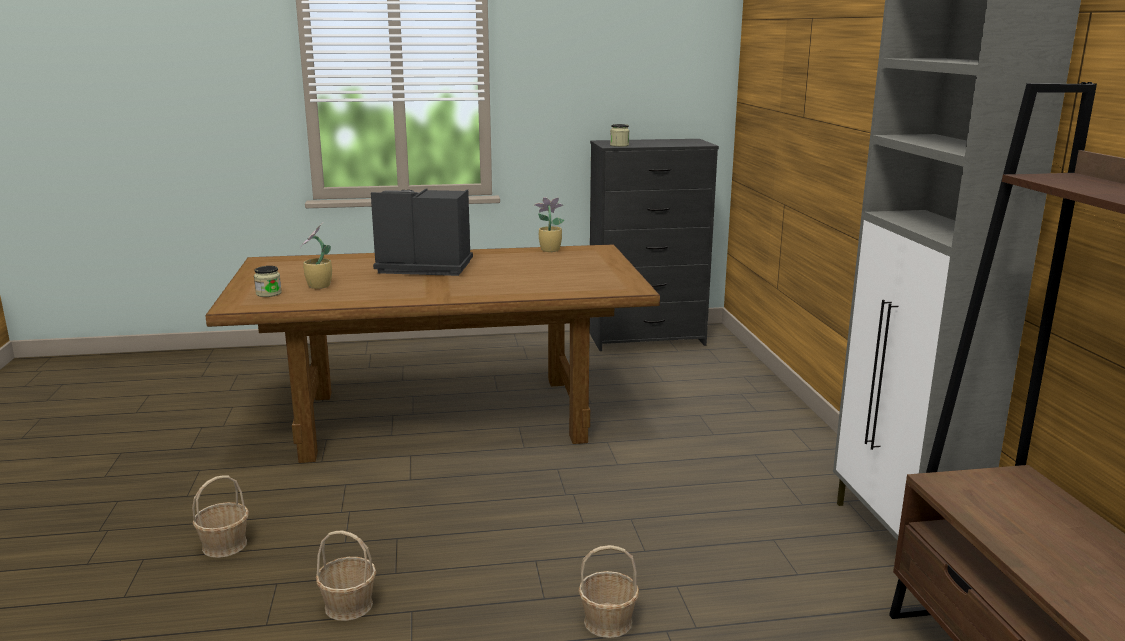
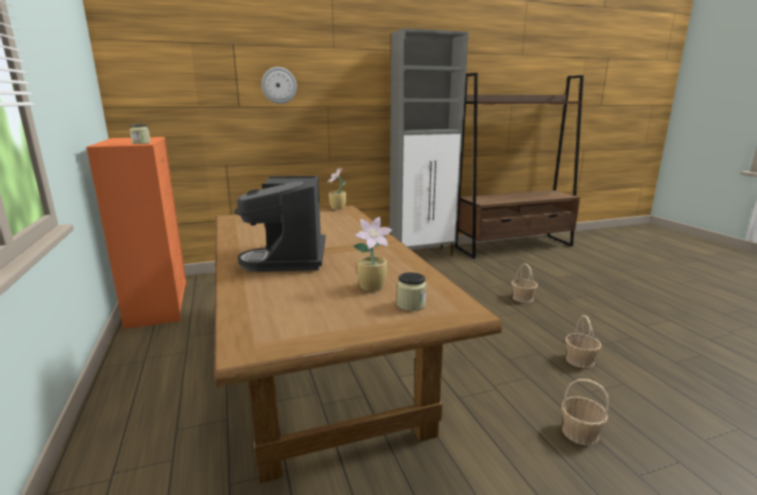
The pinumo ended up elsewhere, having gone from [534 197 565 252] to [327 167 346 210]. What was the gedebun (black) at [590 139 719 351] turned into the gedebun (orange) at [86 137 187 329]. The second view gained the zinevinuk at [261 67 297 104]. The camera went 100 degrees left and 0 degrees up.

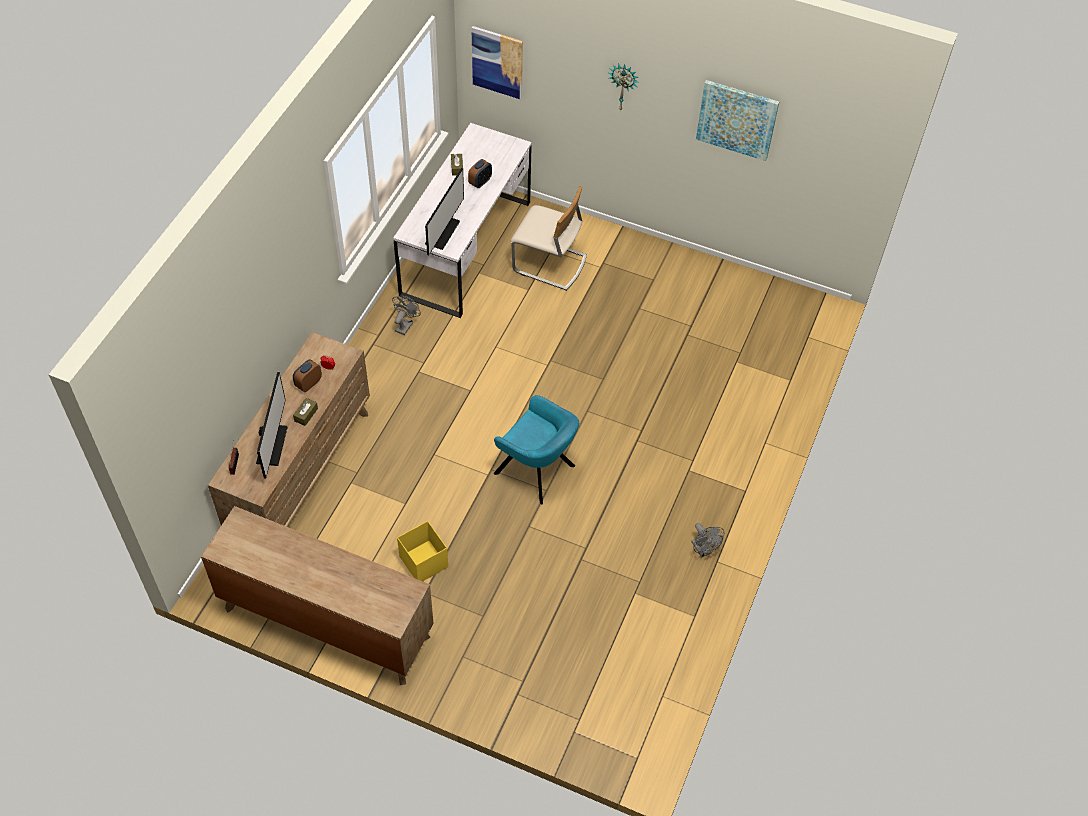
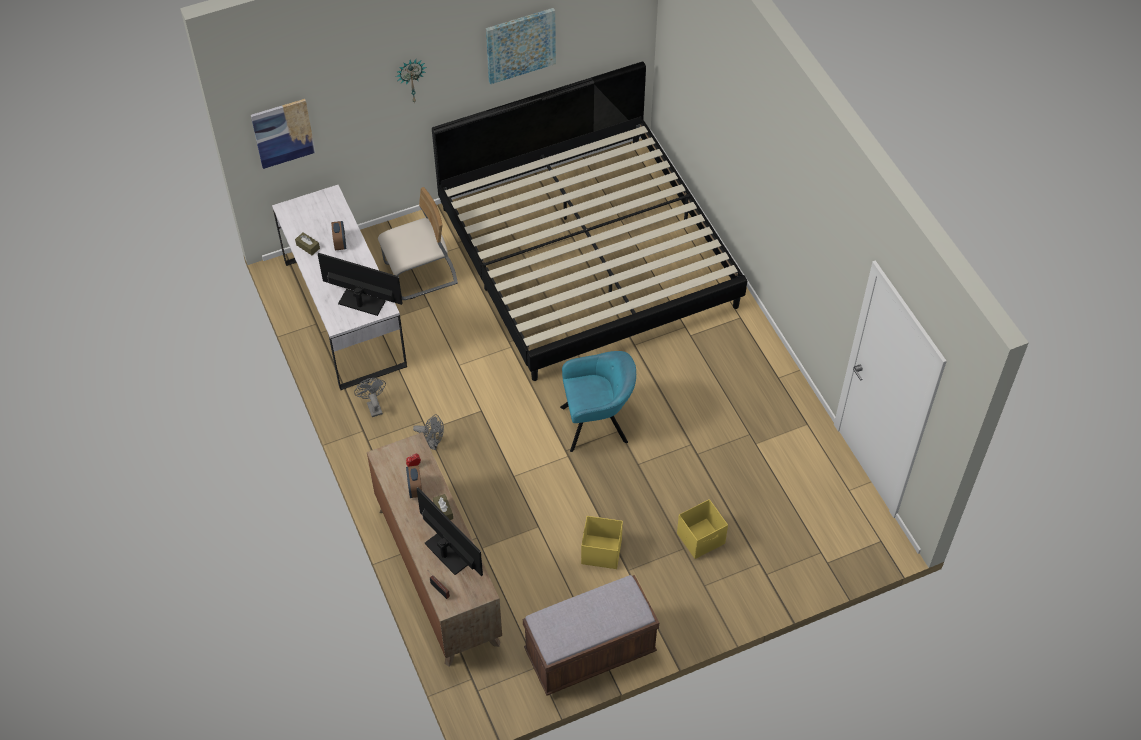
Where the gedebun (brown) stood at [201 506 433 685], the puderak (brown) came to stand at [523 575 659 696]. The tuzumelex at [425 168 464 255] ended up facing another way, 45 degrees counterclockwise from before. The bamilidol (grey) ended up elsewhere, having gone from [691 523 724 558] to [413 414 444 450]. The second view gained the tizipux at [432 61 747 381]. The second view gained the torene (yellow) at [677 499 728 559]. The camera went 45 degrees left and 0 degrees up.

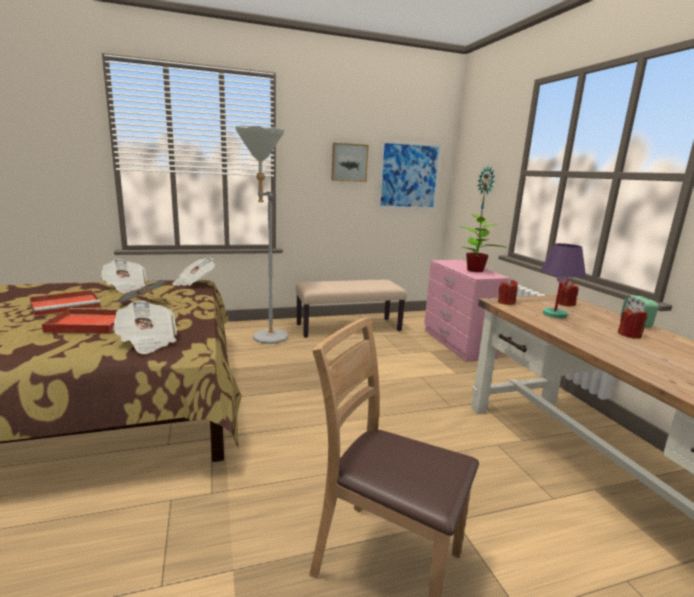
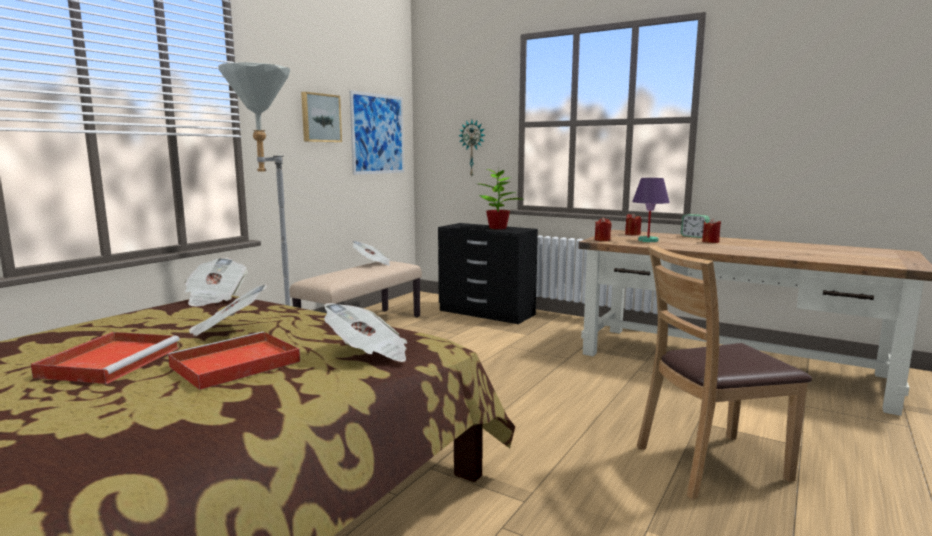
The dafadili ended up elsewhere, having gone from [101 259 147 293] to [352 241 390 266]. What was the gedebun (pink) at [424 260 510 362] turned into the gedebun (black) at [438 223 538 324]. The camera went 40 degrees left and 5 degrees down.

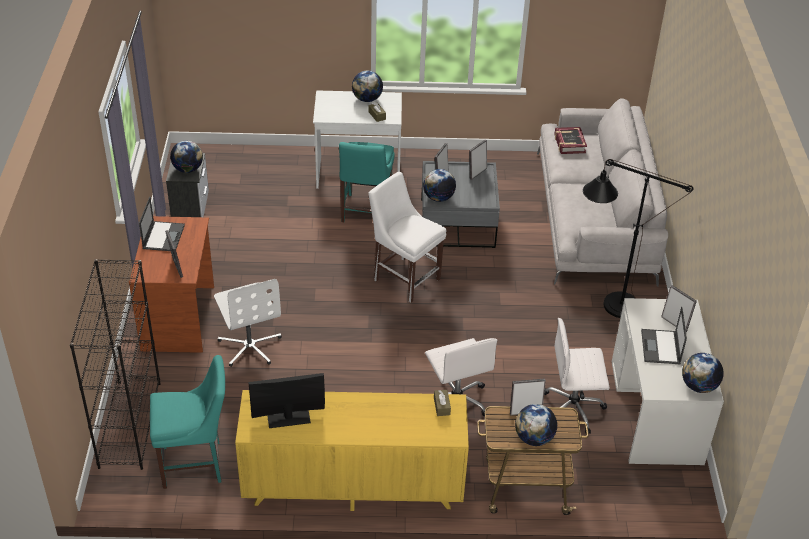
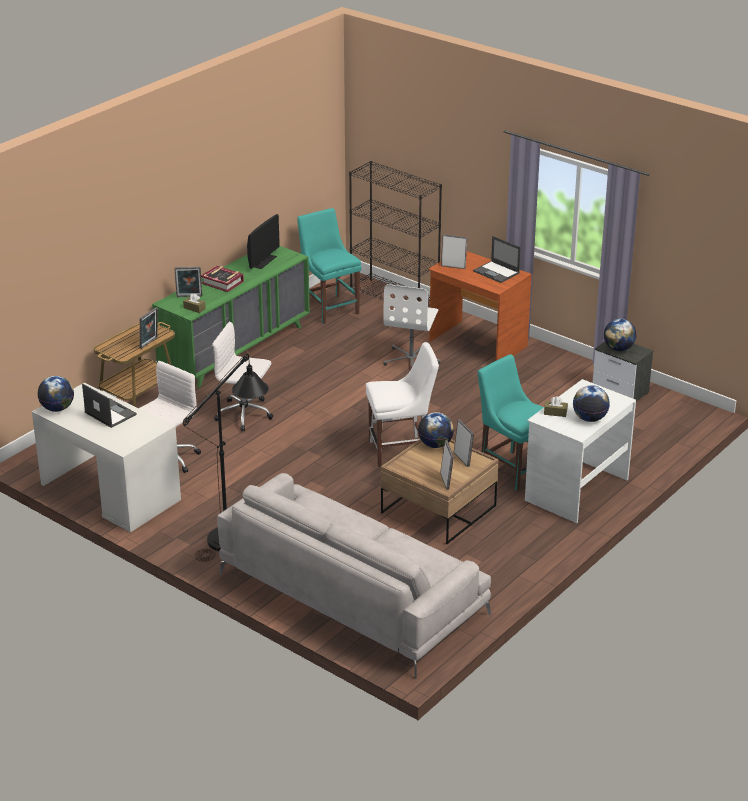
The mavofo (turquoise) at [150 355 225 489] ended up facing another way, 120 degrees clockwise from before. The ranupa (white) at [214 279 282 367] ended up facing another way, 90 degrees counterclockwise from before. What was the gedebun (yellow) at [235 390 469 511] turned into the gedebun (green) at [152 246 310 388]. What was the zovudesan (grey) at [421 161 500 248] turned into the zovudesan (brown) at [381 439 499 544]. The second view lost the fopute at [515 404 557 446]. The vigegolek ended up elsewhere, having gone from [554 127 587 154] to [201 266 244 292]. The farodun ended up elsewhere, having gone from [661 285 697 332] to [174 267 202 297]. The camera went 130 degrees right and 10 degrees down.

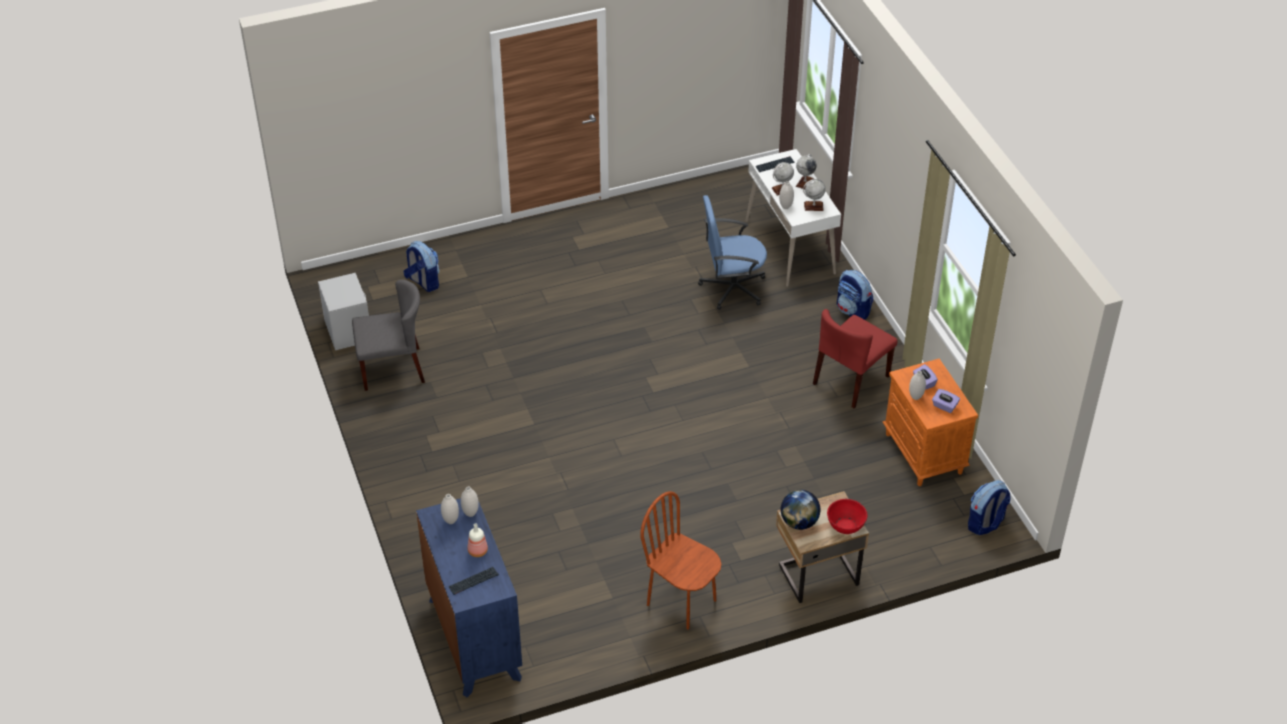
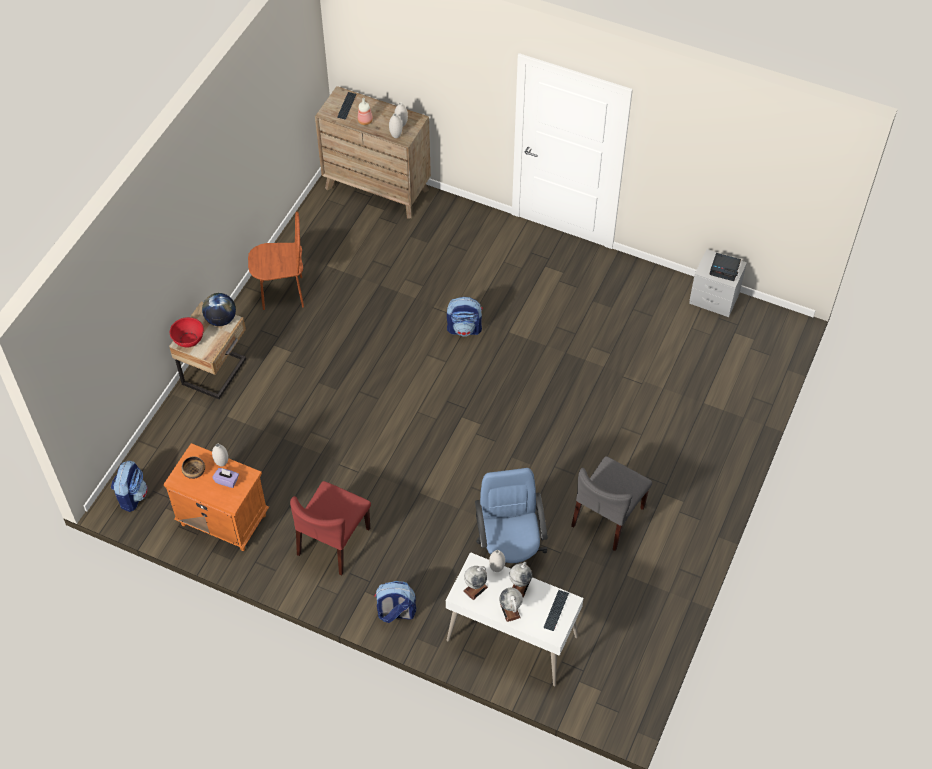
The mavofo (grey) ended up elsewhere, having gone from [352 280 425 391] to [571 456 652 551]. The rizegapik ended up elsewhere, having gone from [403 241 439 292] to [447 297 483 336]. What was the gedebun (blue) at [416 498 522 697] turned into the gedebun (brown) at [315 86 431 219]. The ranupa (blue) at [698 195 767 310] ended up facing another way, 45 degrees counterclockwise from before. The mavofo (red) at [813 309 898 408] ended up facing another way, 150 degrees counterclockwise from before. Where the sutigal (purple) stood at [932 389 960 413], the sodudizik came to stand at [182 456 205 479]. The second view gained the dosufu at [709 253 741 281]. The camera went 135 degrees right and 10 degrees up.

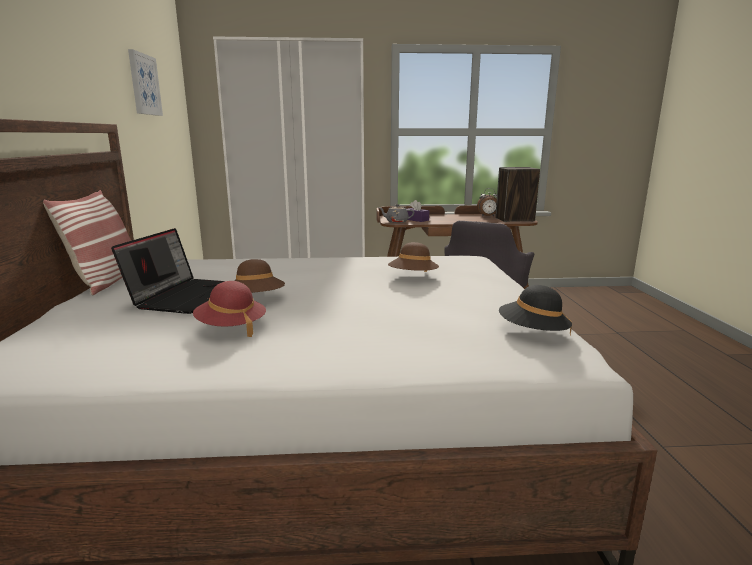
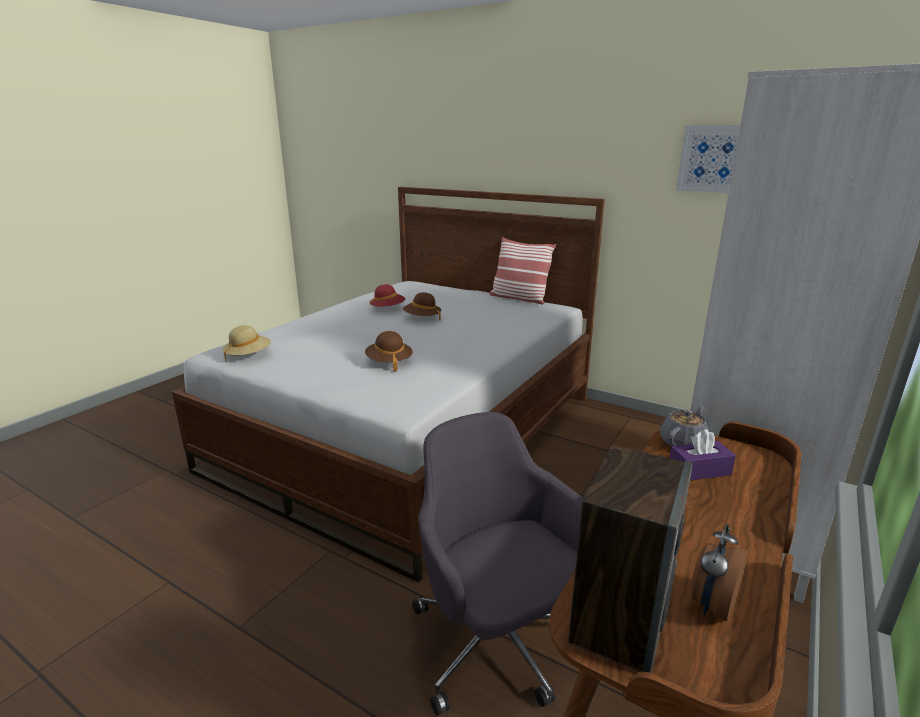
The second view lost the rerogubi at [111 228 225 314]. What was the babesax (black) at [499 285 572 336] turned into the babesax (beige) at [223 325 271 362]. The camera went 125 degrees right and 5 degrees up.

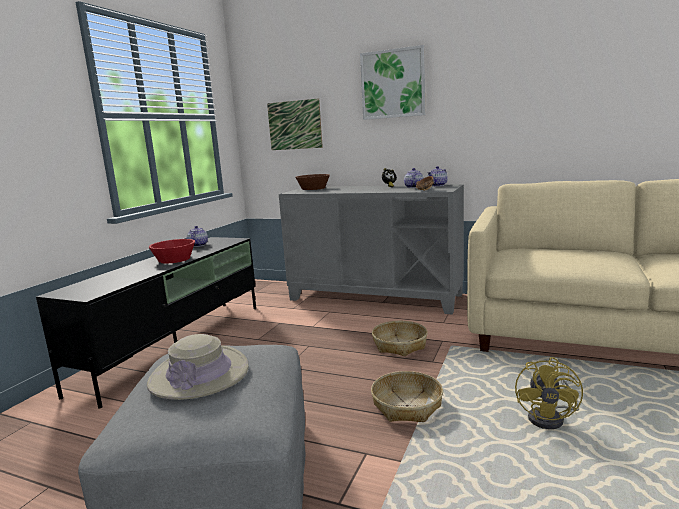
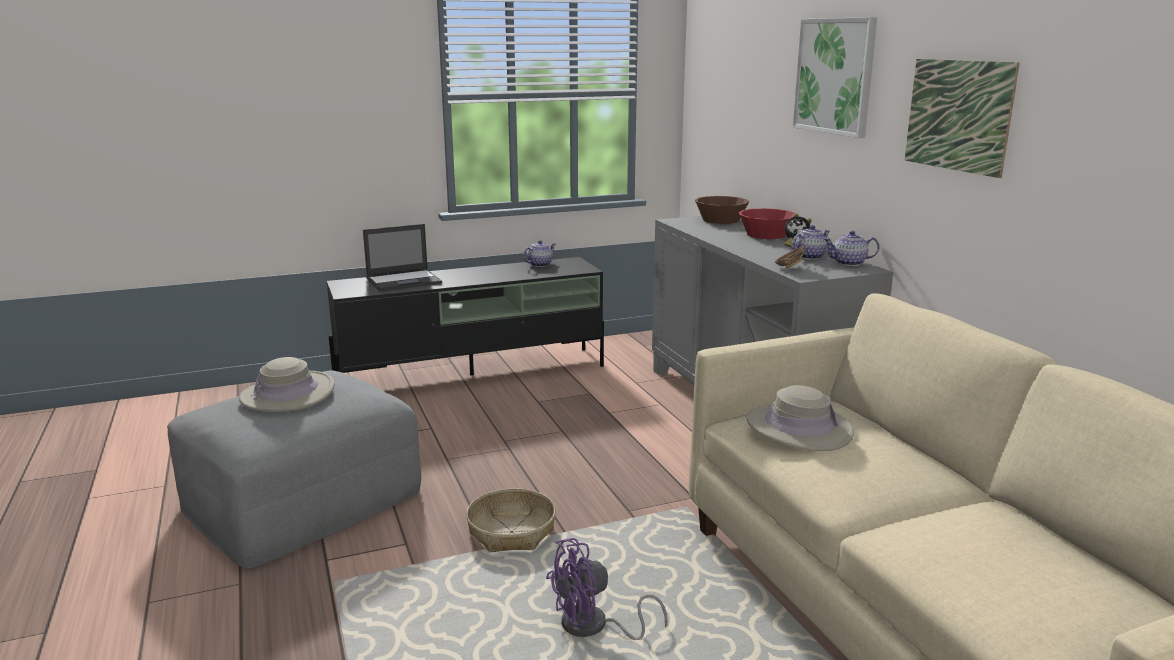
The sodudizik (red) ended up elsewhere, having gone from [149 239 195 264] to [739 208 796 239]. The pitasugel ended up elsewhere, having gone from [267 98 323 150] to [904 59 1020 178]. The second view lost the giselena at [372 321 428 356]. What was the bamilidol (yellow) at [515 357 583 429] turned into the bamilidol (purple) at [546 538 667 640]. The second view gained the rerogubi at [363 224 442 292]. The second view gained the babesax (beige) at [746 385 854 451]. The camera went 45 degrees right and 5 degrees up.

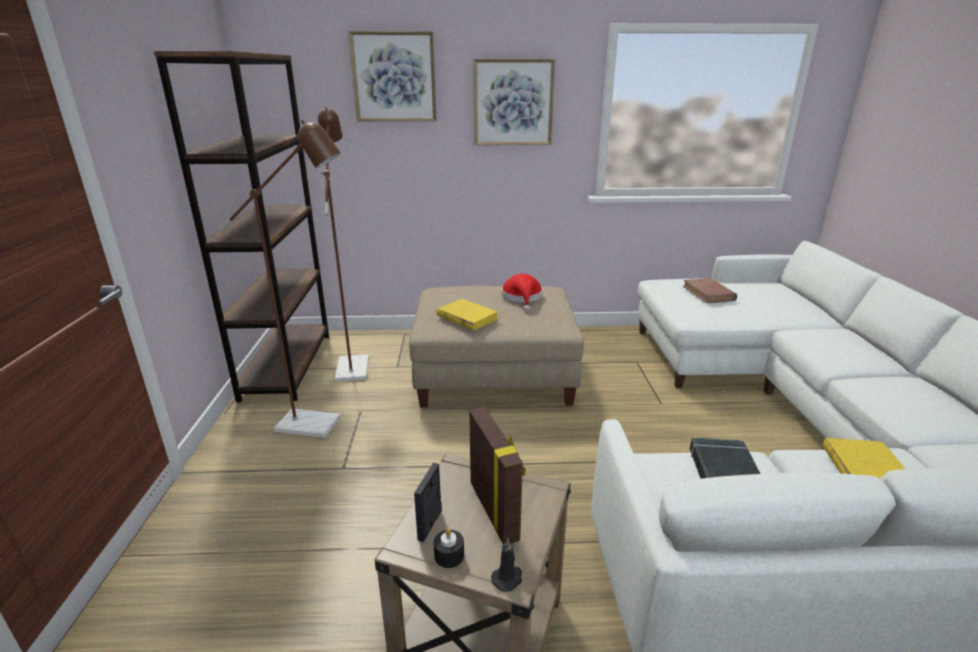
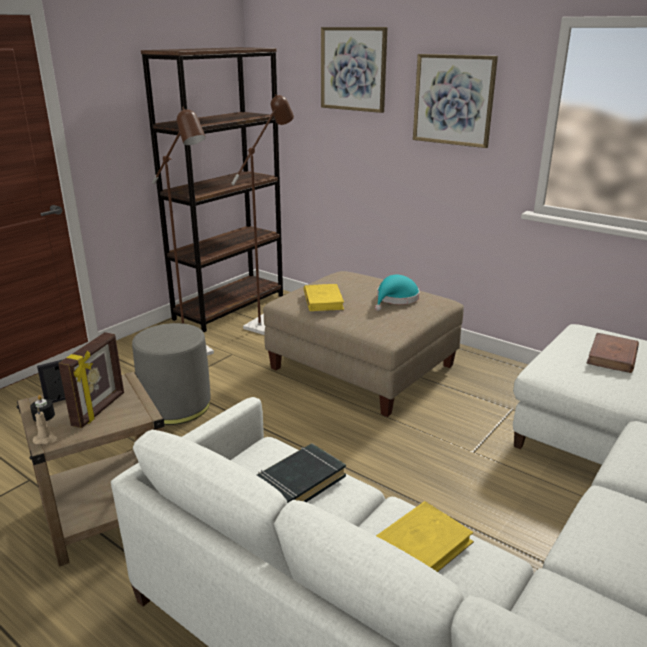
What was the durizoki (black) at [491 538 522 592] turned into the durizoki (beige) at [33 407 59 444]. What was the babesax (red) at [502 274 543 311] turned into the babesax (turquoise) at [375 275 420 311]. The second view gained the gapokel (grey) at [132 323 211 425]. The camera went 40 degrees right and 0 degrees up.

